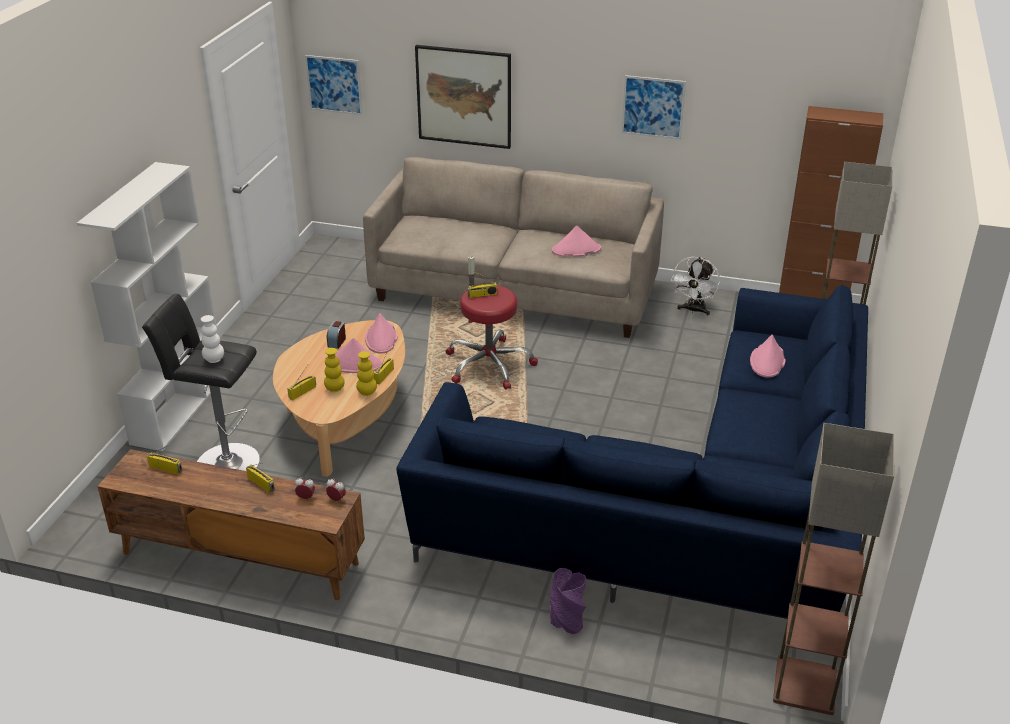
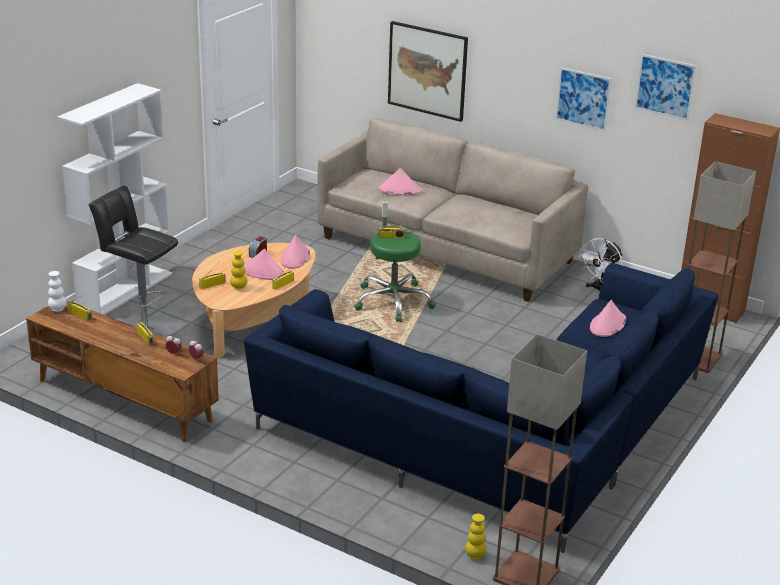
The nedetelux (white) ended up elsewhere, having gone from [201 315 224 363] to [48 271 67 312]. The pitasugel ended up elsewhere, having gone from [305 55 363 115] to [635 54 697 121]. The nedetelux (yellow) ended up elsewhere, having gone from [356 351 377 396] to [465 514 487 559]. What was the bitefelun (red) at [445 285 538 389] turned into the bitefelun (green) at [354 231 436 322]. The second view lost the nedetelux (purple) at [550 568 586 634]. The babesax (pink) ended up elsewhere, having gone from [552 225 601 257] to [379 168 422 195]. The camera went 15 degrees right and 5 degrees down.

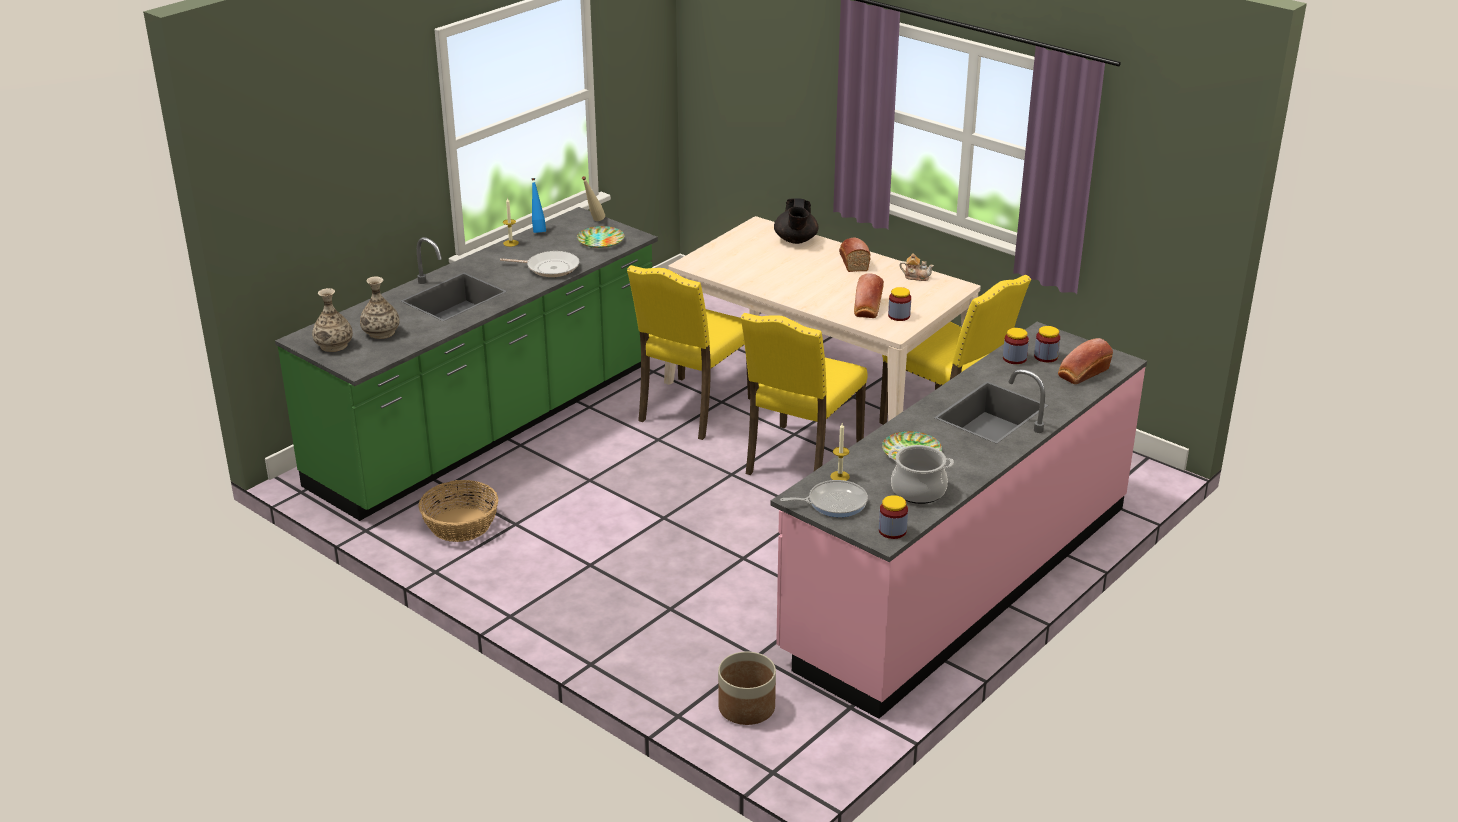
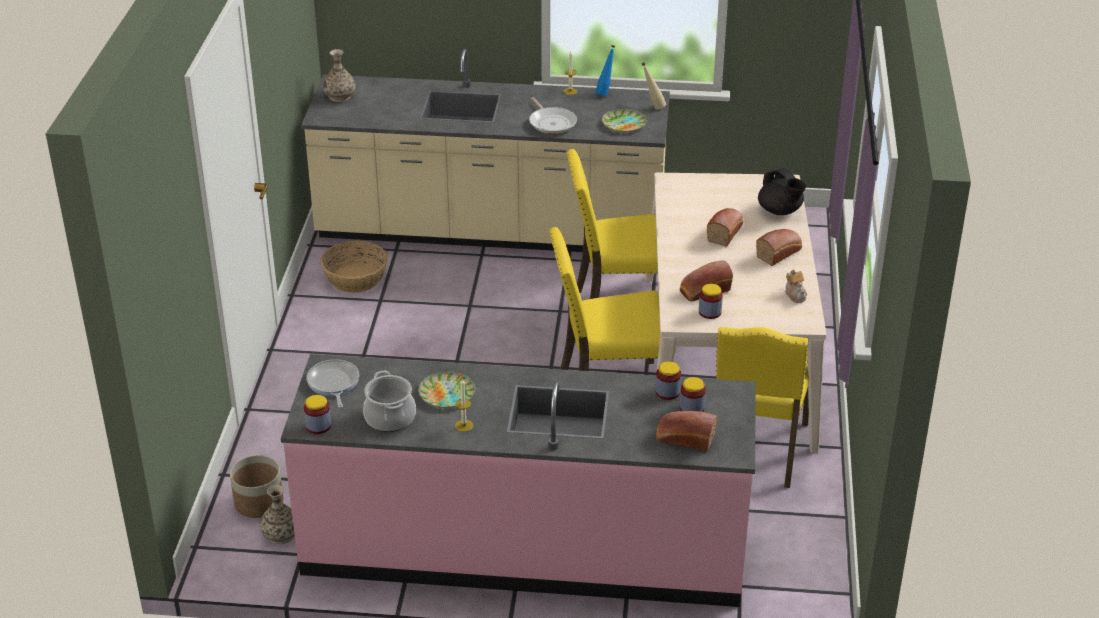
What was the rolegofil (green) at [275 207 658 521] turned into the rolegofil (beige) at [301 49 670 252]. The nedetelux ended up elsewhere, having gone from [360 277 399 339] to [260 485 295 544]. The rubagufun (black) at [774 198 818 244] ended up facing another way, 90 degrees counterclockwise from before. The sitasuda at [780 480 868 517] ended up facing another way, 150 degrees counterclockwise from before. The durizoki ended up elsewhere, having gone from [830 423 850 481] to [455 379 473 432]. The second view gained the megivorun at [707 208 743 246]. The camera went 55 degrees right and 5 degrees up.

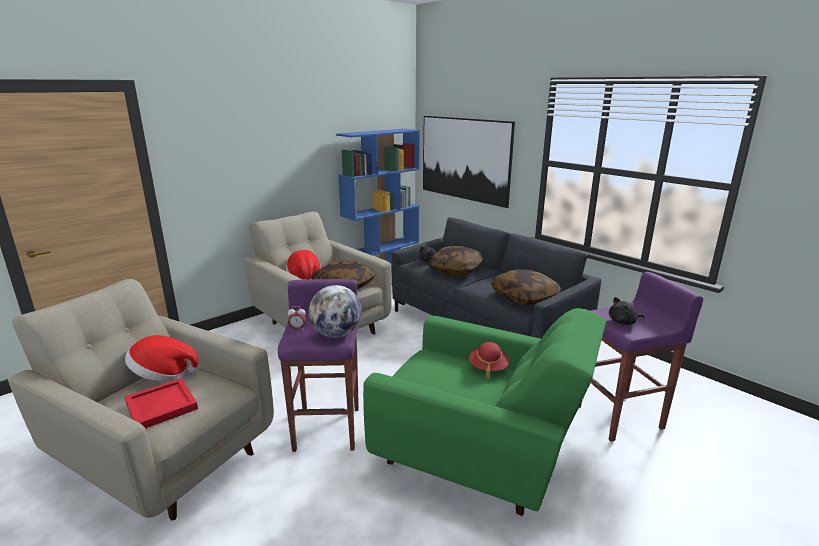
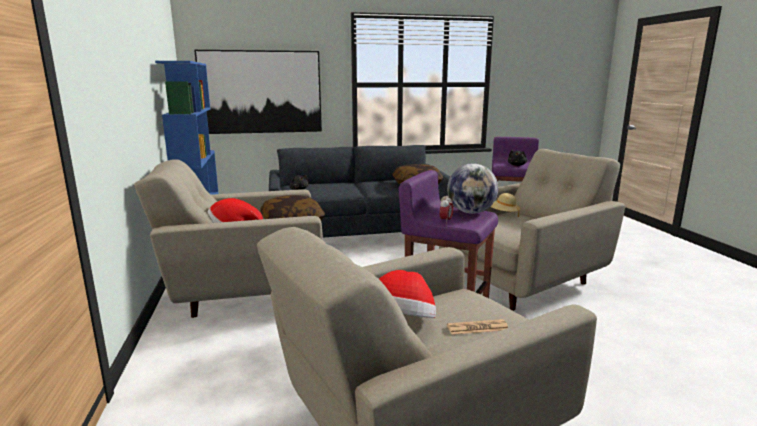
Where the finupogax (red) stood at [125 378 198 428], the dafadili came to stand at [447 319 508 335]. What was the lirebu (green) at [363 308 606 516] turned into the lirebu (beige) at [439 149 625 311]. The second view lost the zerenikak at [428 246 483 275]. What was the babesax (red) at [469 342 509 378] turned into the babesax (beige) at [490 193 520 217]. The camera went 60 degrees left and 5 degrees down.

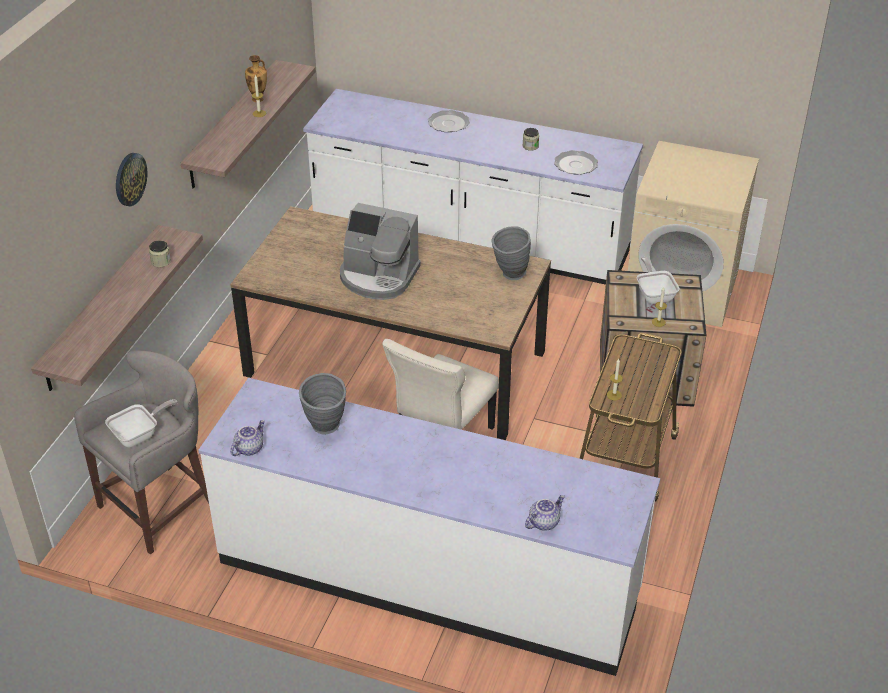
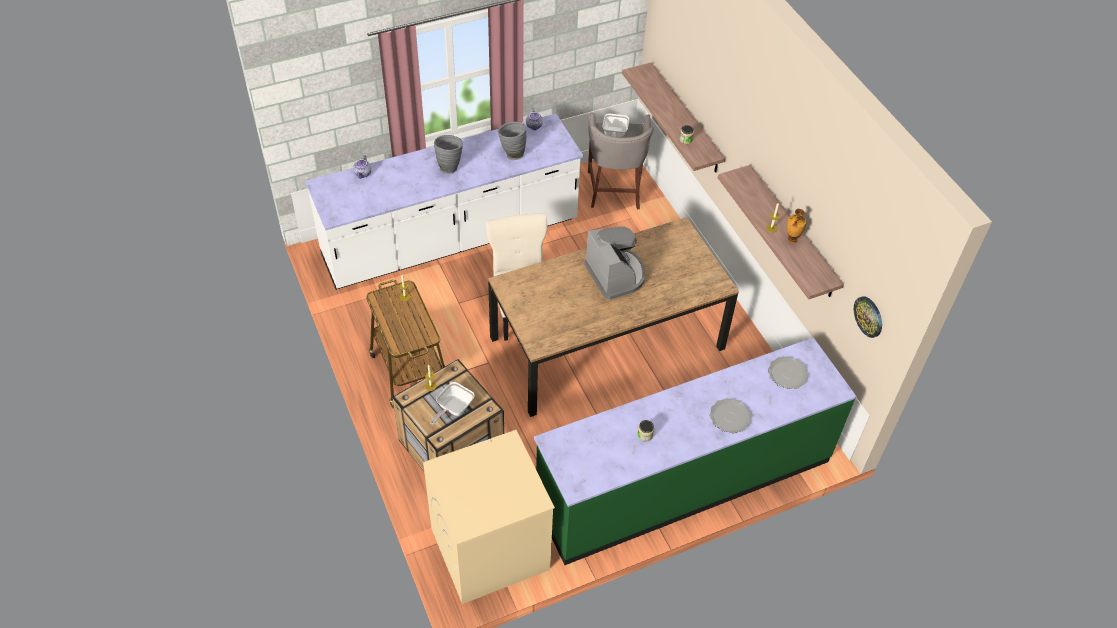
The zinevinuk ended up elsewhere, having gone from [116 153 147 206] to [854 296 882 338]. What was the rolegofil (white) at [303 89 643 285] turned into the rolegofil (green) at [534 337 857 565]. The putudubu at [340 203 421 300] ended up facing another way, 90 degrees clockwise from before. The nedetelux (grey) ended up elsewhere, having gone from [492 226 531 280] to [434 135 463 174]. The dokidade ended up elsewhere, having gone from [554 150 598 175] to [768 356 809 389]. The sitasuda at [636 257 680 304] ended up facing another way, 90 degrees clockwise from before. The camera went 135 degrees right and 10 degrees up.

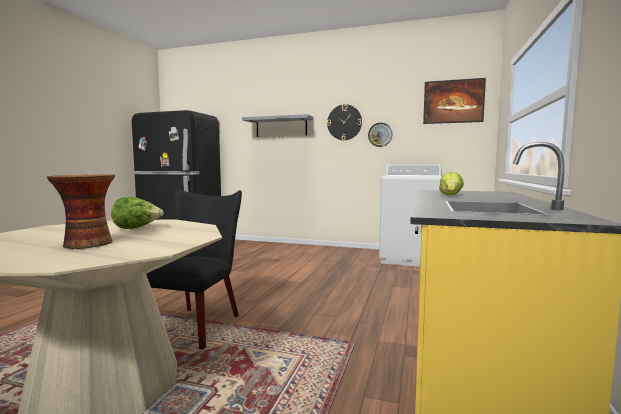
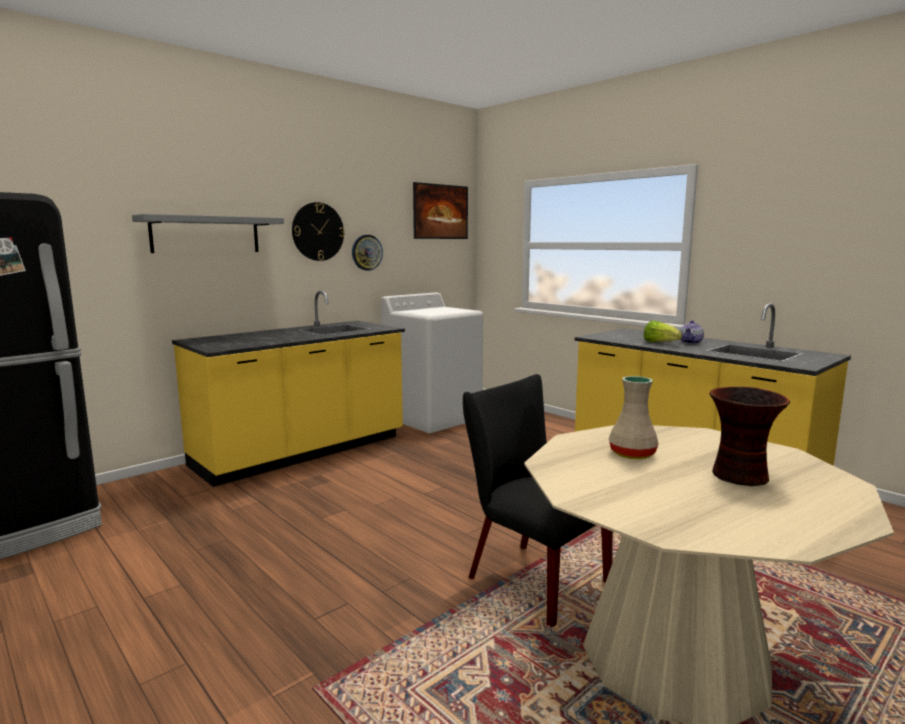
Where the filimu stood at [111 197 163 229], the nedetelux (beige) came to stand at [609 376 659 459]. The second view gained the rolegofil (yellow) at [172 291 405 487]. The second view gained the rubagufun at [680 320 704 344]. The camera went 60 degrees left and 5 degrees up.

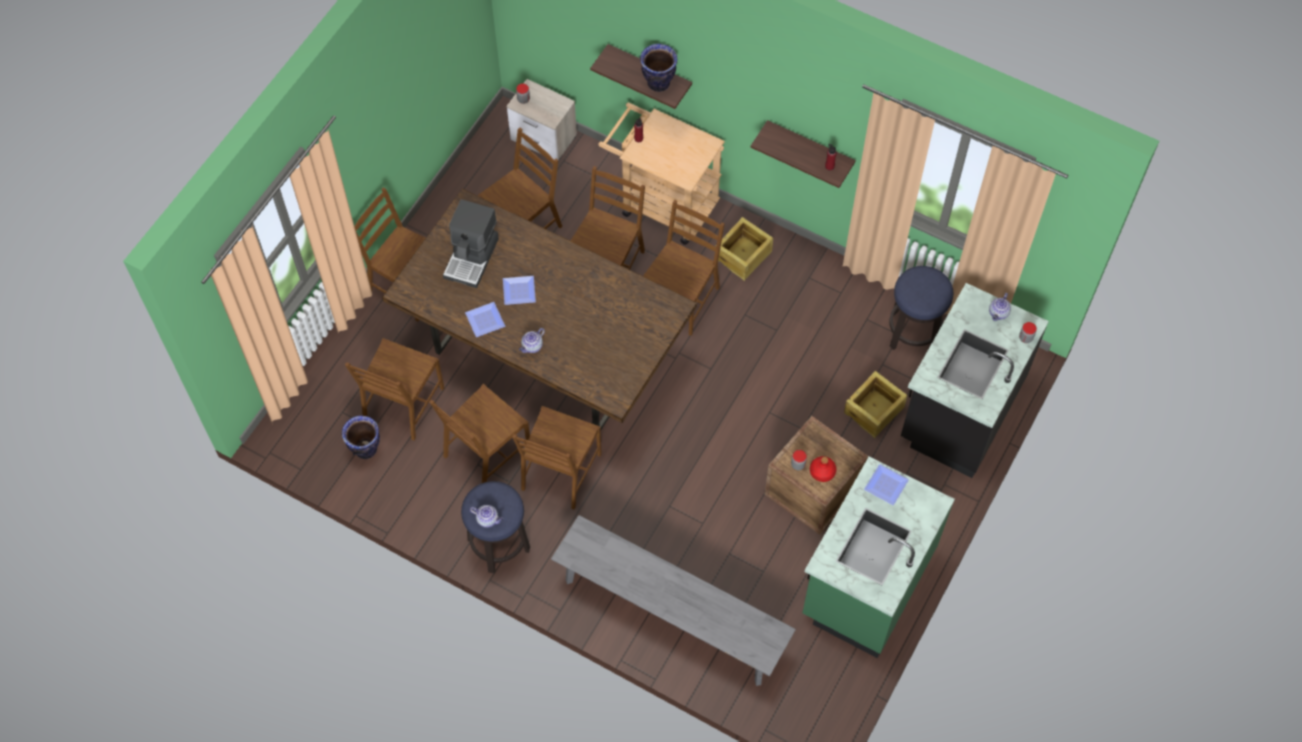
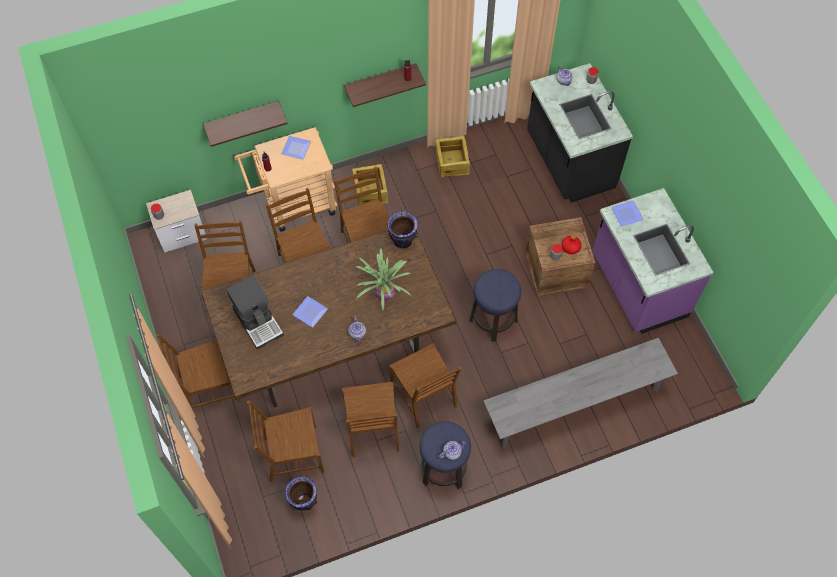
The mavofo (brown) at [345 338 444 441] ended up facing another way, 105 degrees clockwise from before. The dokidade ended up elsewhere, having gone from [465 302 505 337] to [281 136 311 159]. The nedetelux ended up elsewhere, having gone from [640 44 677 92] to [387 211 418 249]. What was the rolegofil (green) at [802 457 955 658] turned into the rolegofil (purple) at [592 188 714 334]. The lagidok ended up elsewhere, having gone from [844 371 907 438] to [435 136 470 177]. The bitefelun ended up elsewhere, having gone from [889 266 953 350] to [470 269 521 341]. The second view gained the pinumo at [356 248 410 310]. The camera went 50 degrees left and 0 degrees up.

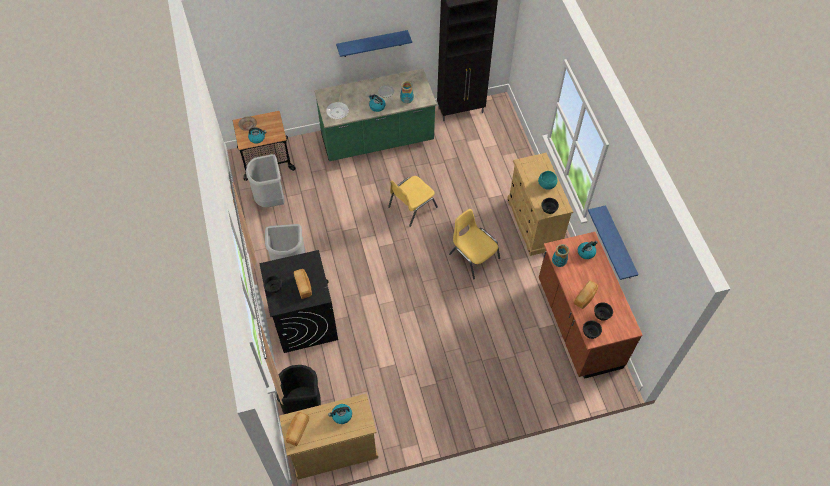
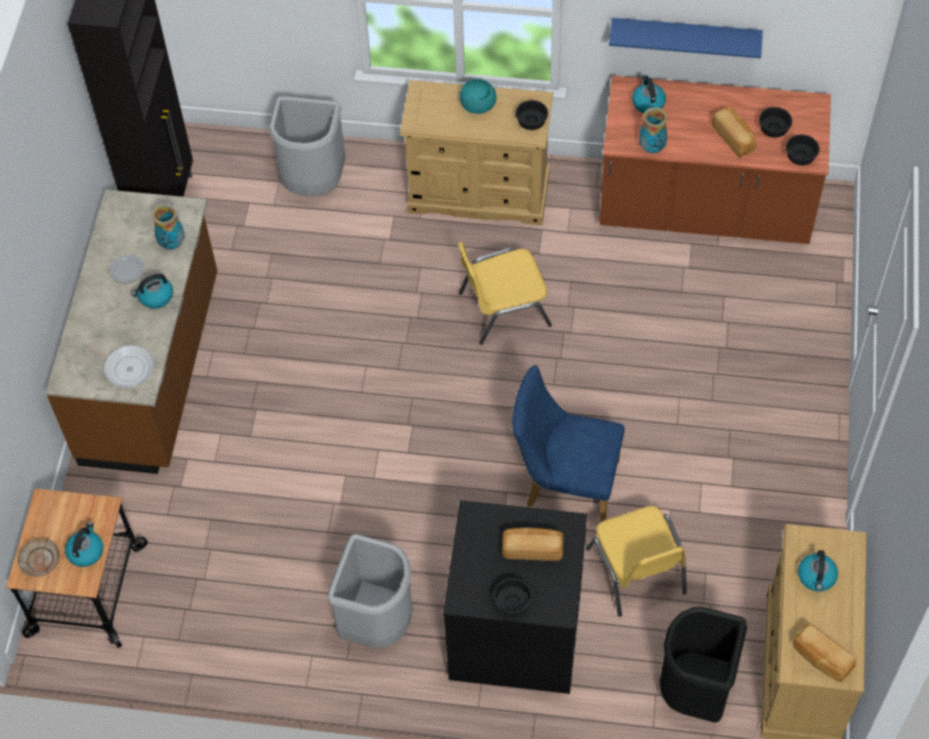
The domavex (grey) ended up elsewhere, having gone from [246 154 285 207] to [269 96 345 197]. What was the rolegofil (green) at [314 69 437 161] turned into the rolegofil (brown) at [45 190 217 474]. The second view lost the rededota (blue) at [336 30 412 57]. The mavofo (yellow) ended up elsewhere, having gone from [388 176 438 227] to [586 506 687 617]. The second view gained the mavofo (blue) at [512 365 625 522]. The camera went 65 degrees left and 0 degrees up.

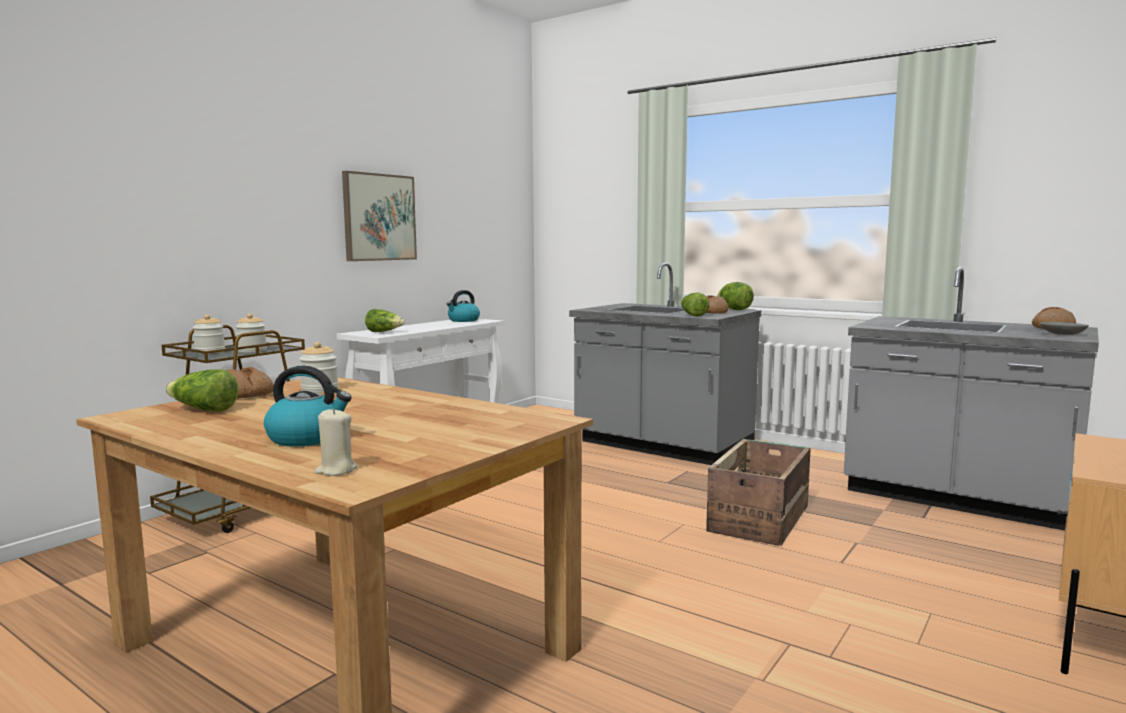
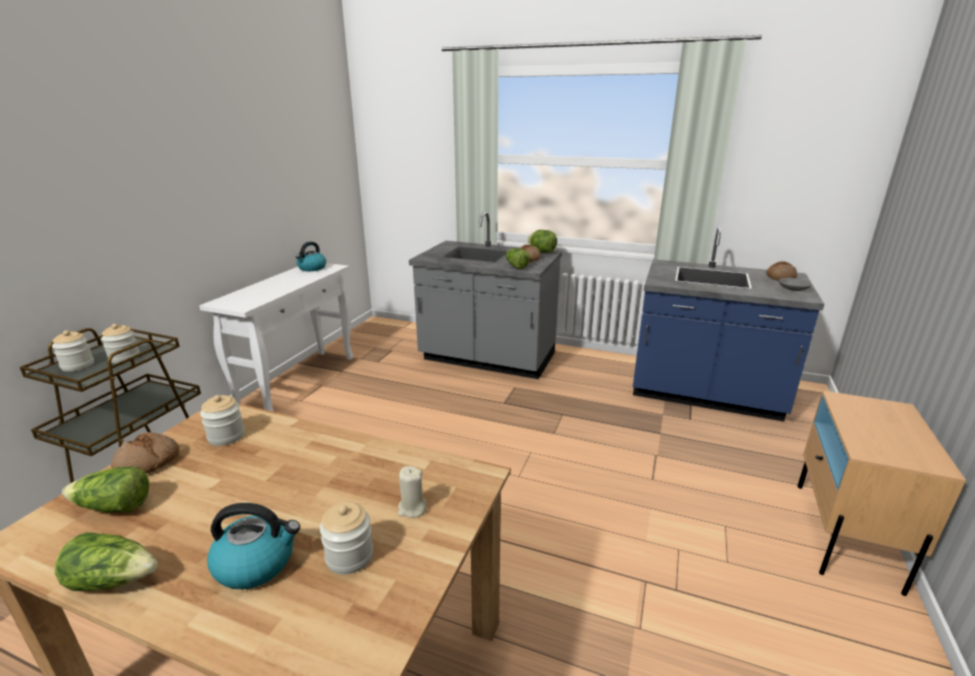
The durizoki (beige) ended up elsewhere, having gone from [314 408 357 476] to [398 466 427 518]. The second view lost the pitasugel at [342 171 417 261]. The filimu ended up elsewhere, having gone from [365 309 405 332] to [55 532 158 591]. The second view lost the lagidok at [706 439 811 546]. What was the rolegofil (grey) at [844 267 1099 531] turned into the rolegofil (blue) at [633 228 824 422]. The second view gained the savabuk at [320 502 373 574]. The camera went 15 degrees left and 15 degrees up.

